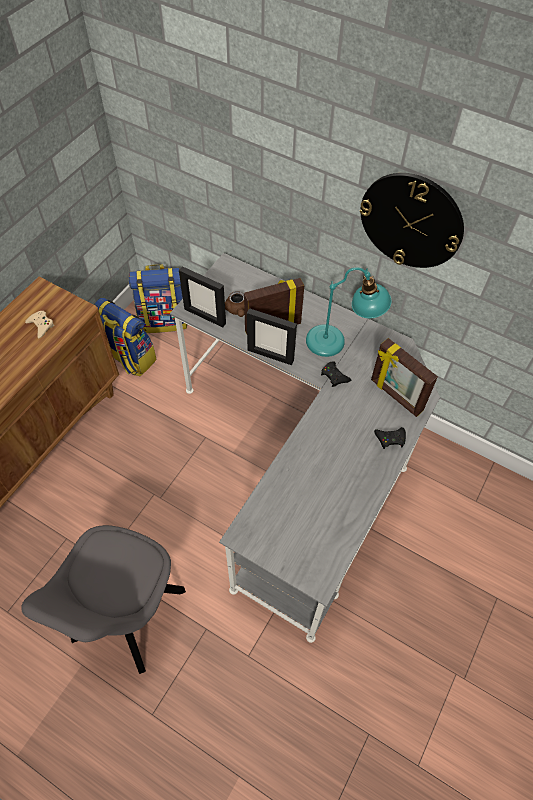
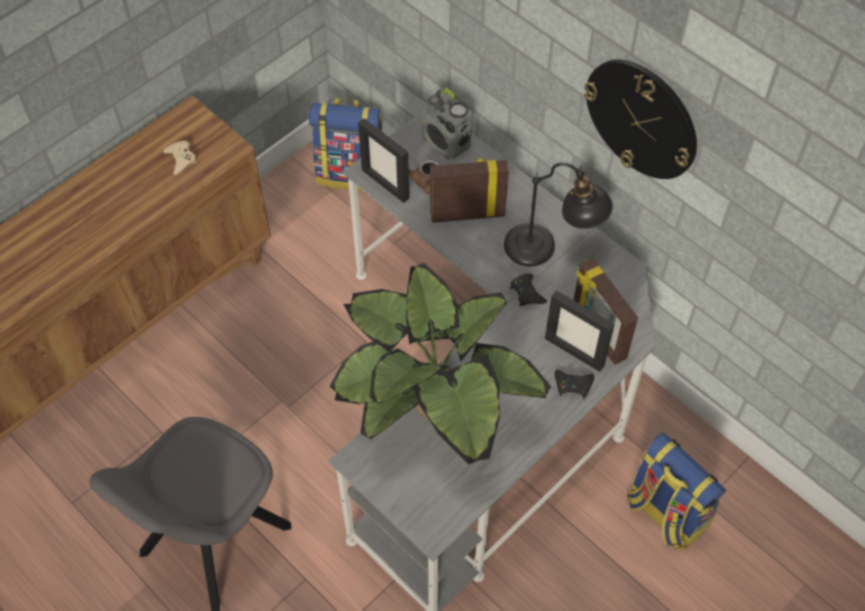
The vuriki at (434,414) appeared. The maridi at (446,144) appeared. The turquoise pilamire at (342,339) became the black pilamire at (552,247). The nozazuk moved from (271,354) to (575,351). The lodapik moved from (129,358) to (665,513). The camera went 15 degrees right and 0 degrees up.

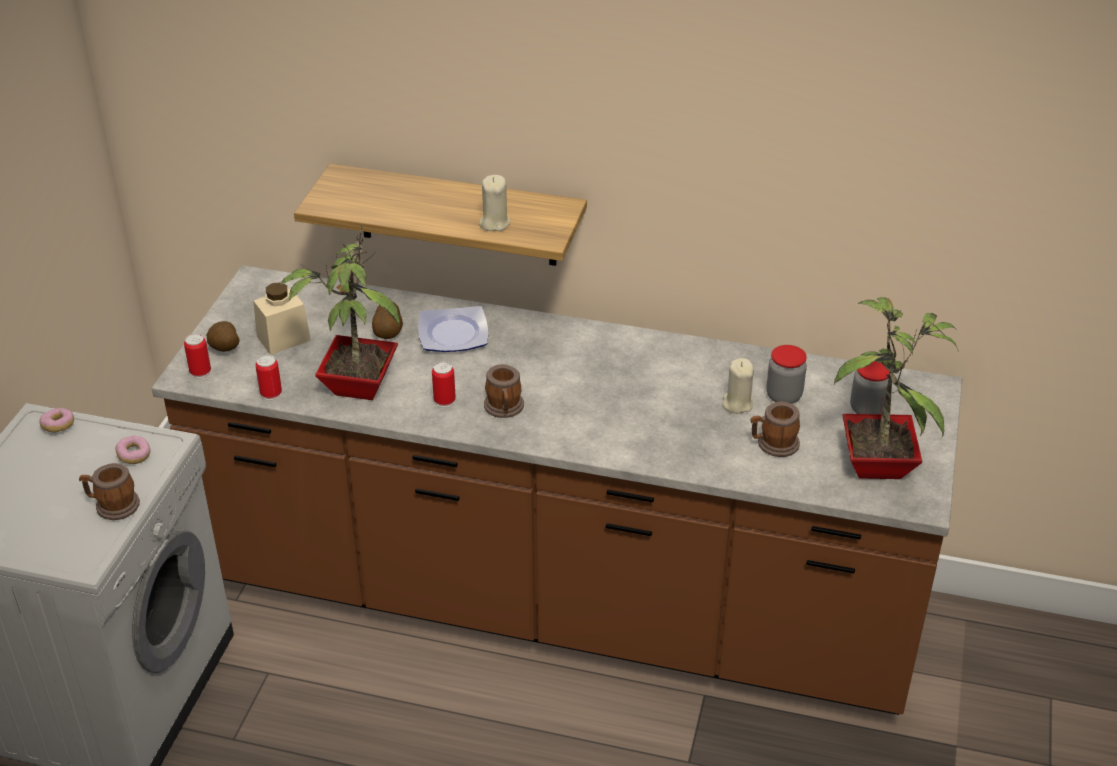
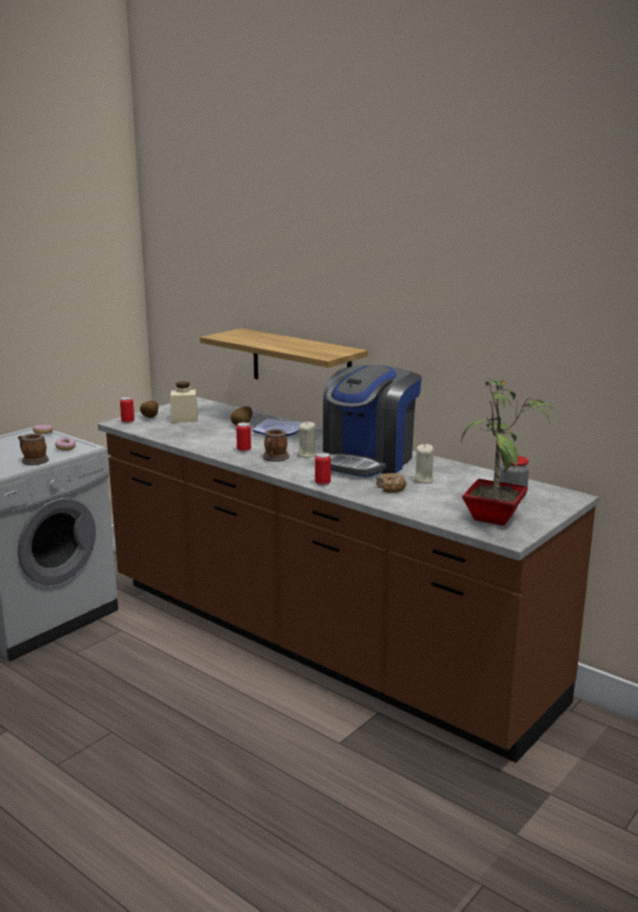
The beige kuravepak moved from (494,223) to (307,455). The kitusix moved from (271,393) to (322,483). The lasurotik at (368,460) appeared. The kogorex at (391,488) appeared. The vuriki at (356,386) disappeared. The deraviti at (773,444) disappeared. The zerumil at (783,396) disappeared. The camera went 25 degrees right and 20 degrees down.

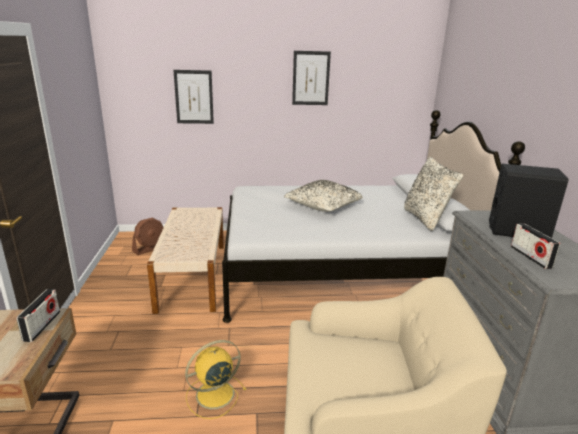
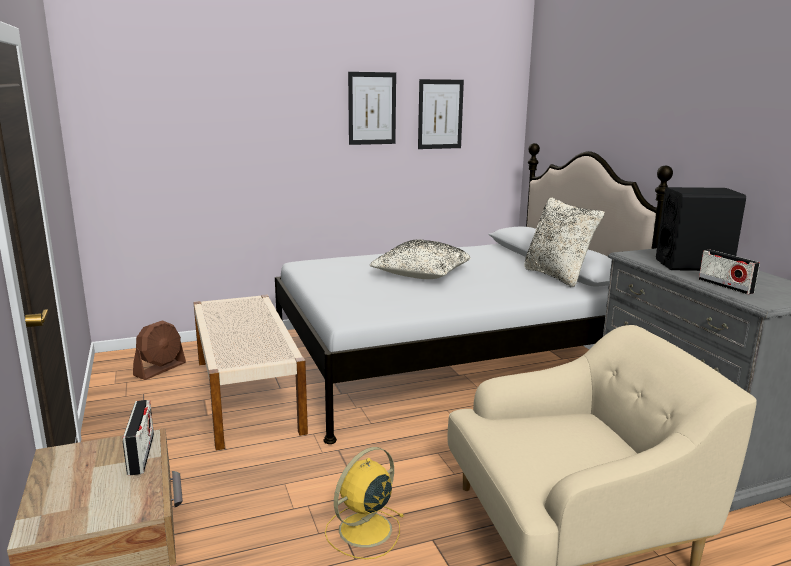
The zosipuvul moved from (194,97) to (440,114). The camera went 15 degrees left and 5 degrees down.

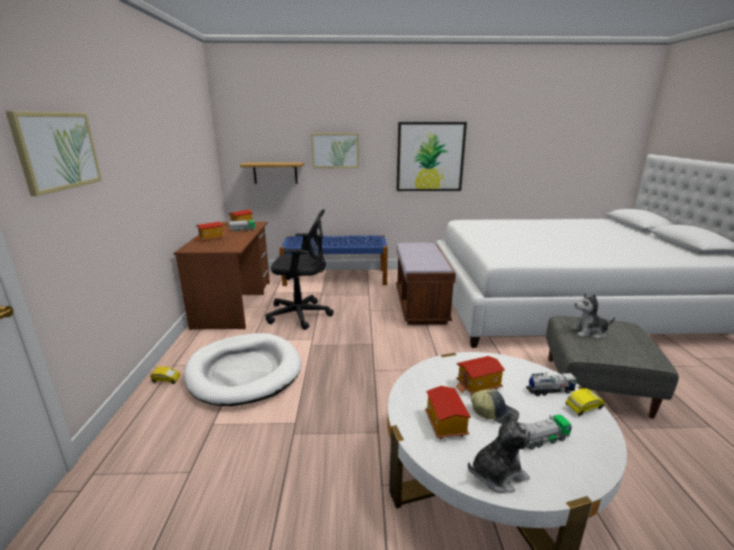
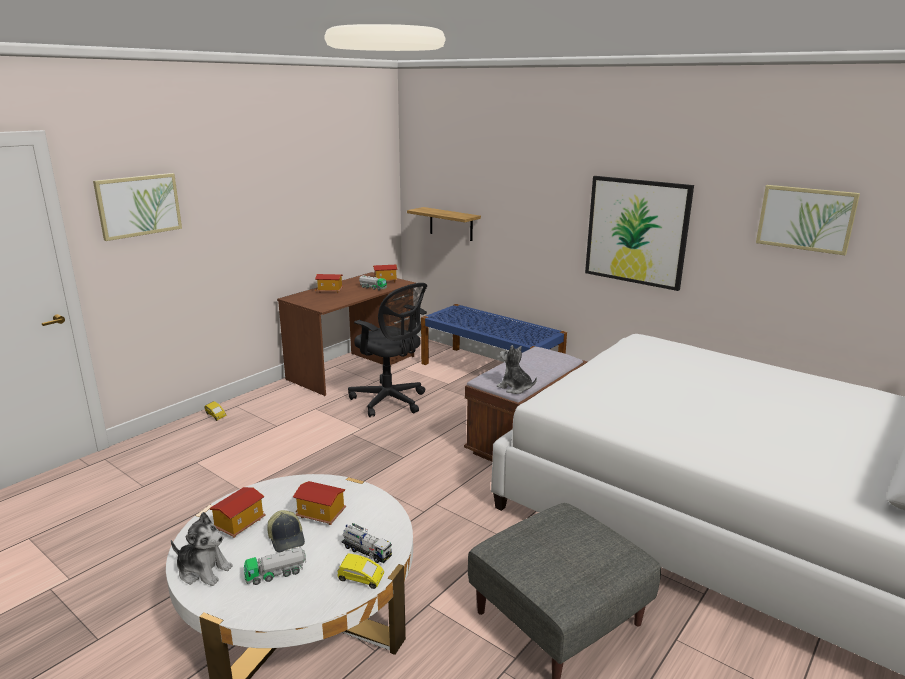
The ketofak at (541,440) turned 135 degrees clockwise. The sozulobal moved from (589,332) to (515,388). The zosipuvul moved from (335,150) to (805,219). The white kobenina at (244,372) disappeared. The camera went 40 degrees right and 0 degrees up.

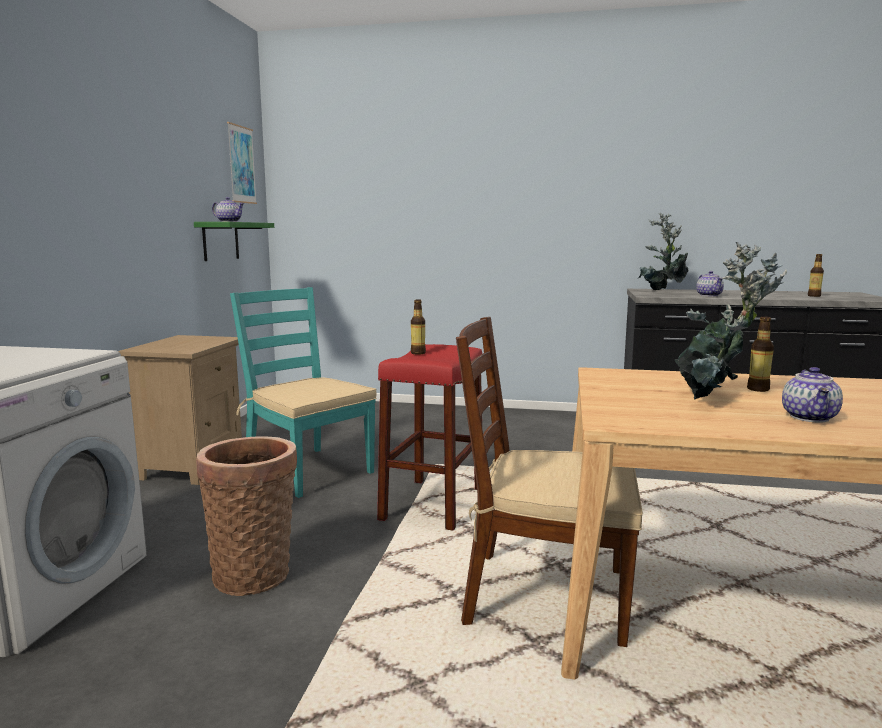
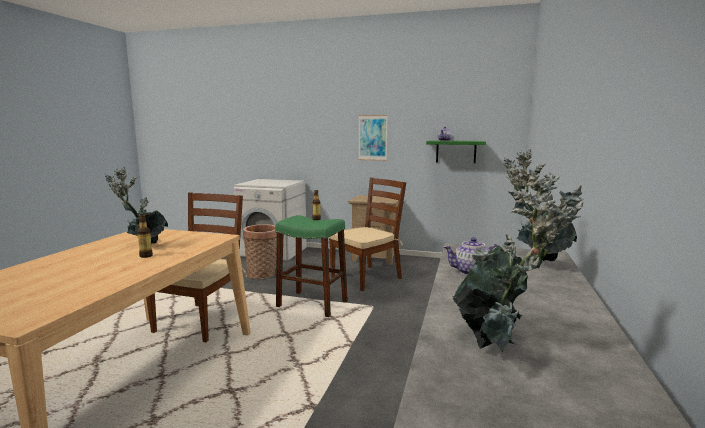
The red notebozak at (433,503) became the green notebozak at (312,304). The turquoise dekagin at (308,471) became the brown dekagin at (366,277). The zosipuvul moved from (241,164) to (372,138). The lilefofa at (814,296) was replaced by the vuriki at (500,346). The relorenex at (811,418) disappeared. The camera went 95 degrees right and 0 degrees up.

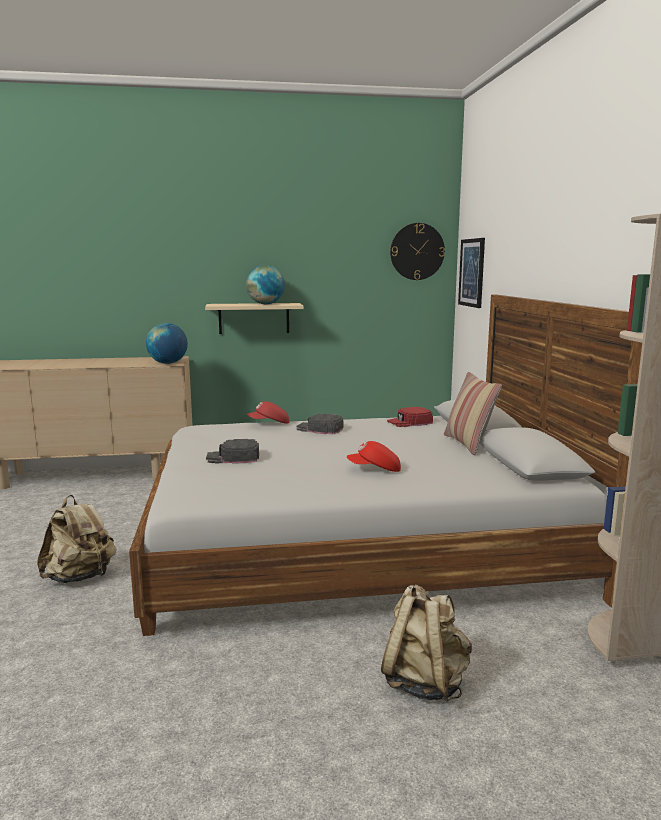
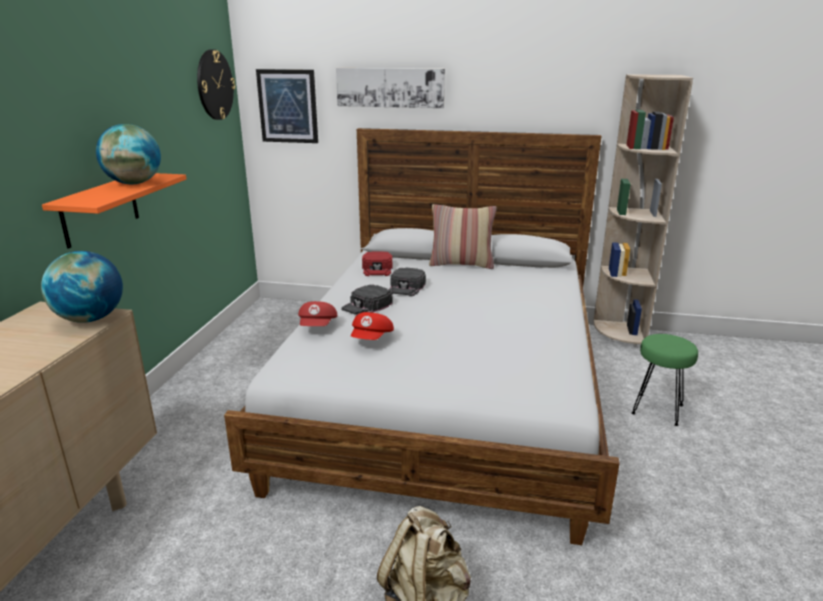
The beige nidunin at (254,318) became the orange nidunin at (100,209). The zosipuvul at (390,87) appeared. The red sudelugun moved from (375,470) to (372,339). The black sudelugun moved from (233,457) to (407,287). The beige lodapik at (425,682) was replaced by the green notebozak at (657,410). The camera went 70 degrees left and 10 degrees up.

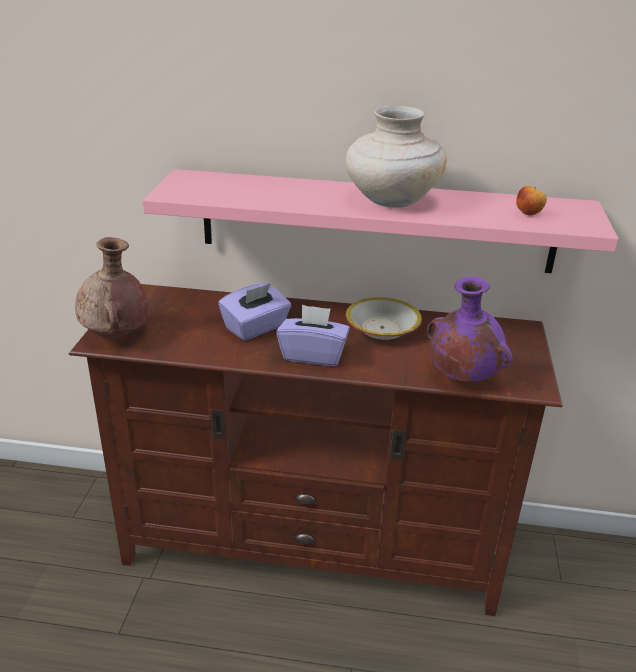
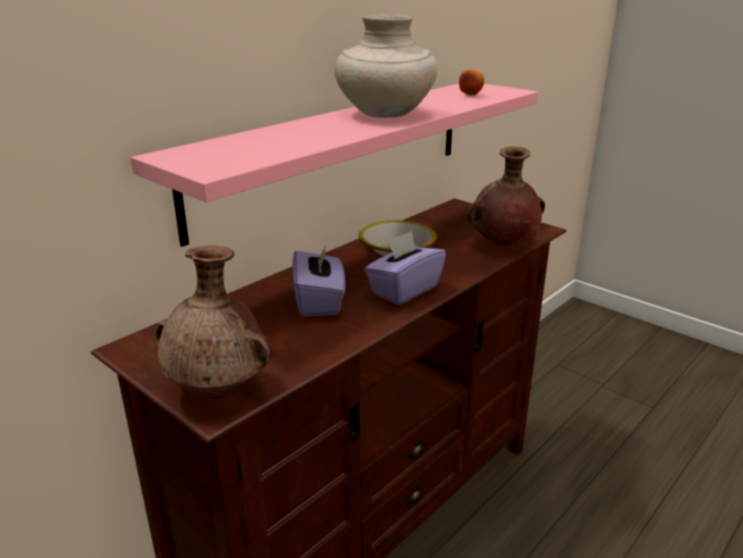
The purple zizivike at (462,377) became the brown zizivike at (502,246). The camera went 55 degrees left and 5 degrees down.

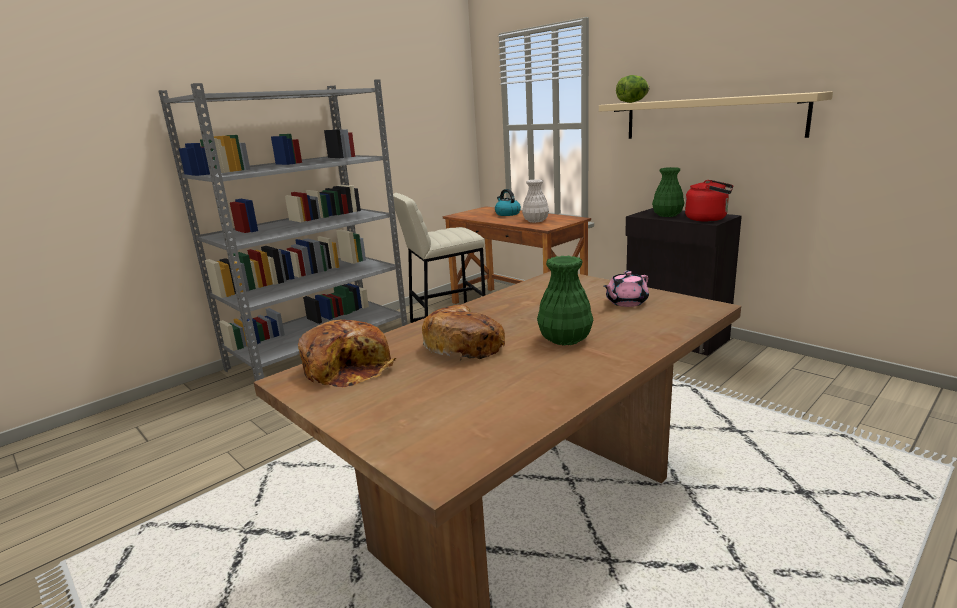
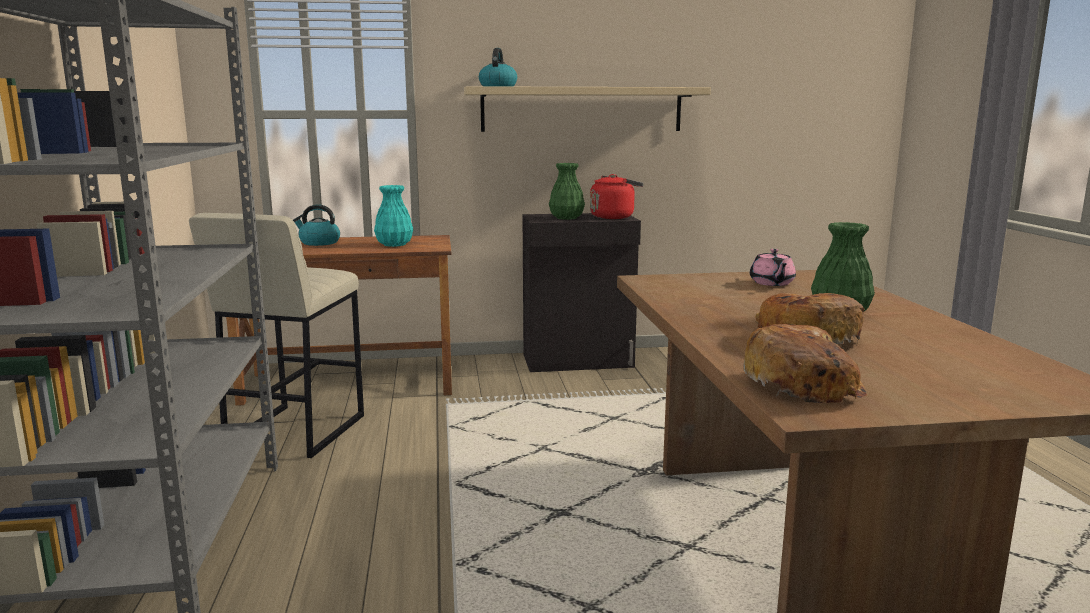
The white zizivike at (535,221) became the turquoise zizivike at (394,244). The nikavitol at (632,102) was replaced by the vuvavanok at (498,86). The camera went 55 degrees left and 5 degrees down.

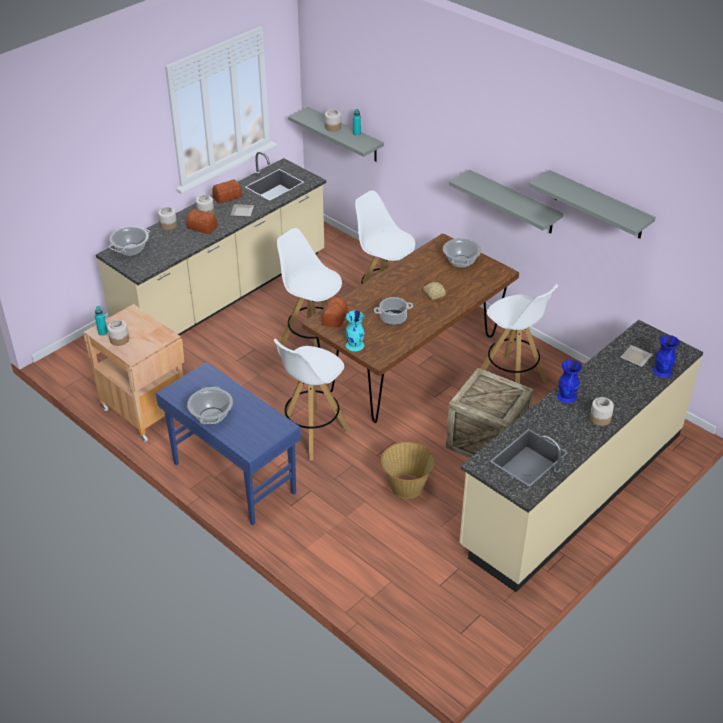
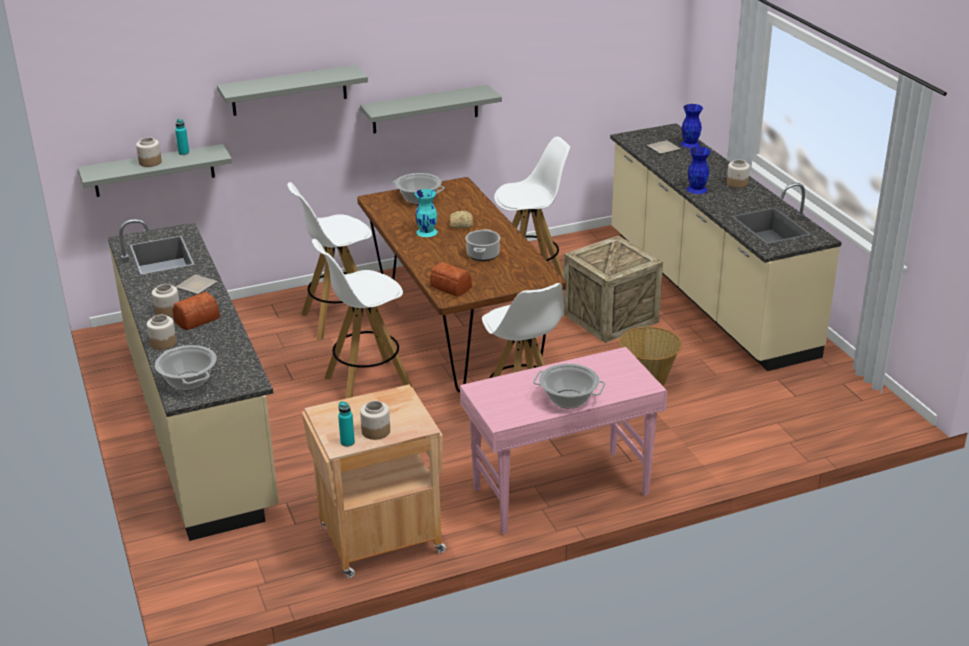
The grey nidunin moved from (598,205) to (289,90). The turquoise zizivike moved from (355,345) to (427,232). The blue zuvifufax at (233,478) became the pink zuvifufax at (560,492). The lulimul at (228,196) disappeared. The camera went 65 degrees left and 10 degrees down.

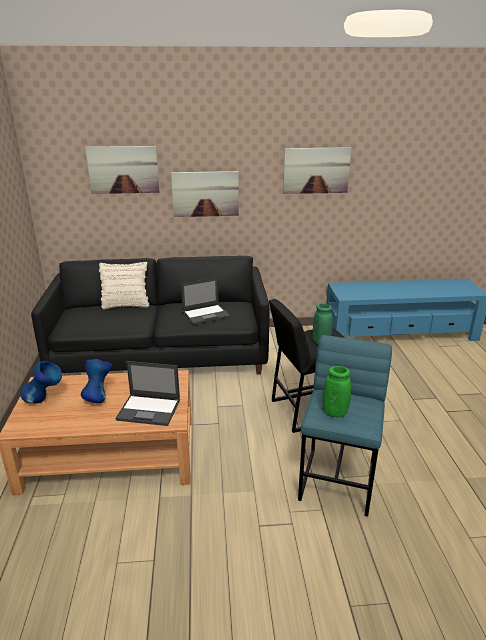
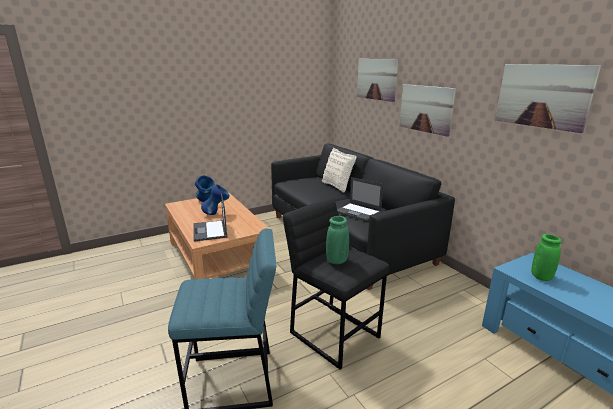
The green zizivike moved from (335,412) to (541,277). The camera went 65 degrees right and 5 degrees down.

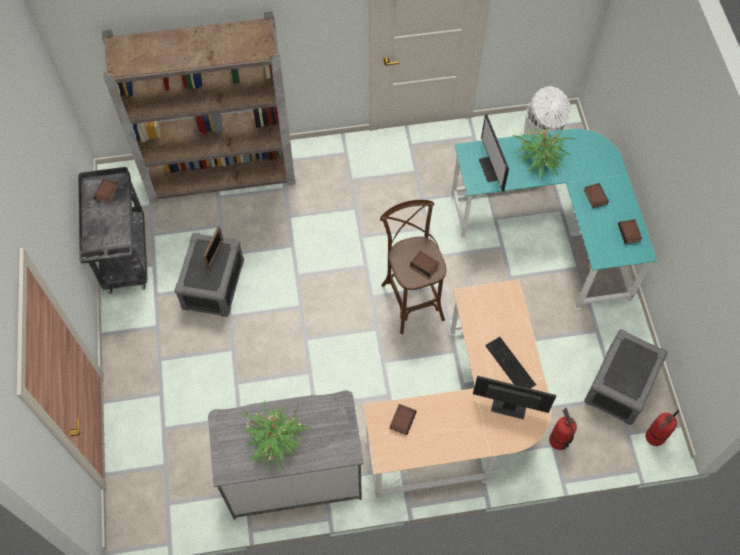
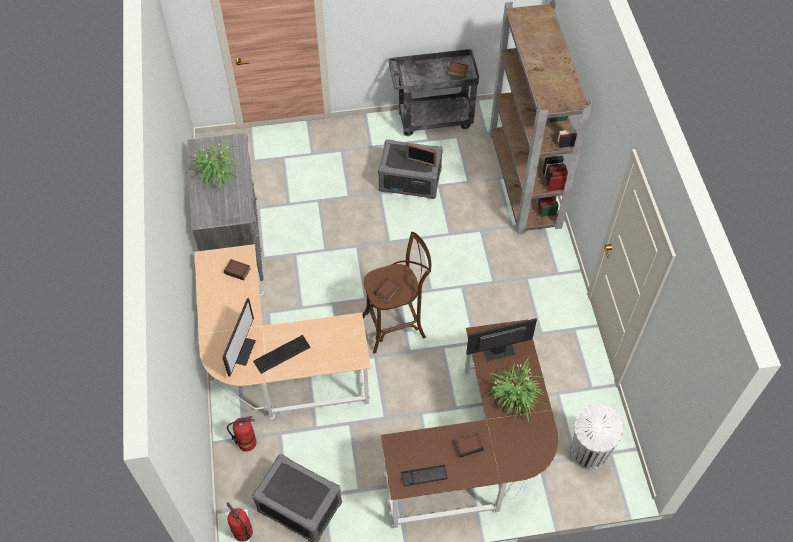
The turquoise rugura at (550,229) became the brown rugura at (478,455). The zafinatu at (630,233) was replaced by the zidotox at (424,476). The camera went 90 degrees right and 5 degrees down.

